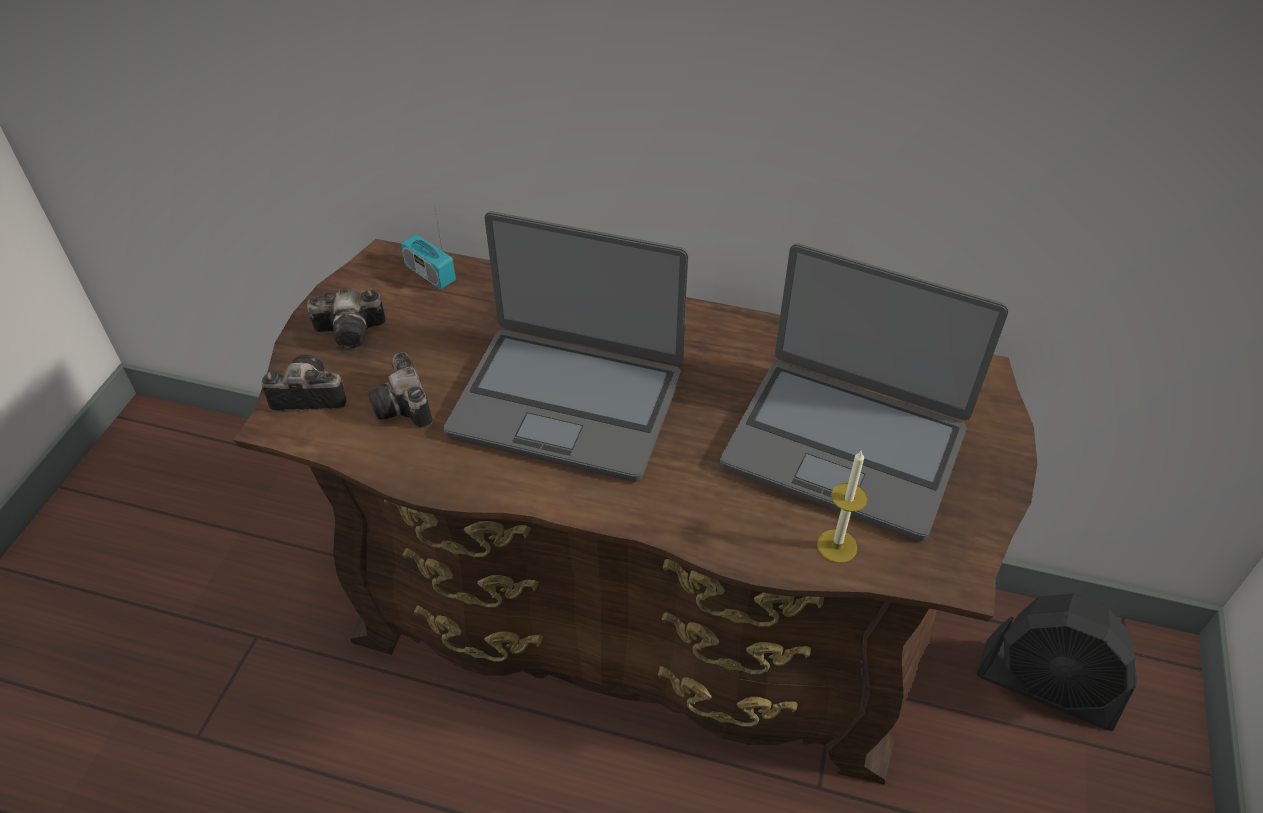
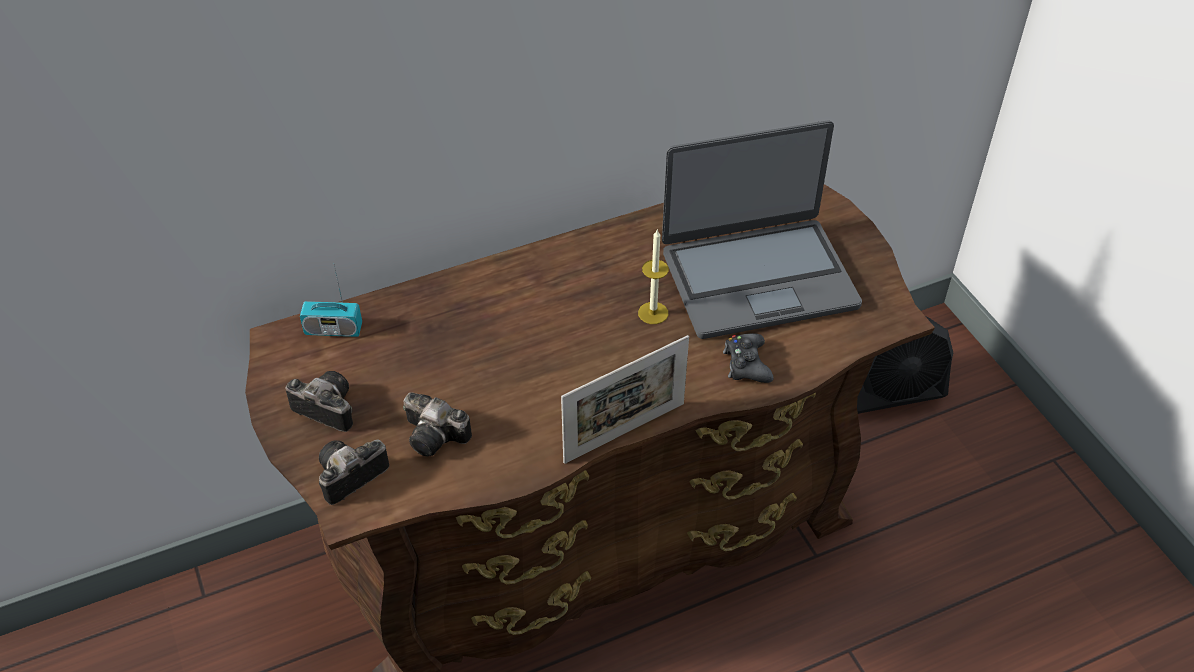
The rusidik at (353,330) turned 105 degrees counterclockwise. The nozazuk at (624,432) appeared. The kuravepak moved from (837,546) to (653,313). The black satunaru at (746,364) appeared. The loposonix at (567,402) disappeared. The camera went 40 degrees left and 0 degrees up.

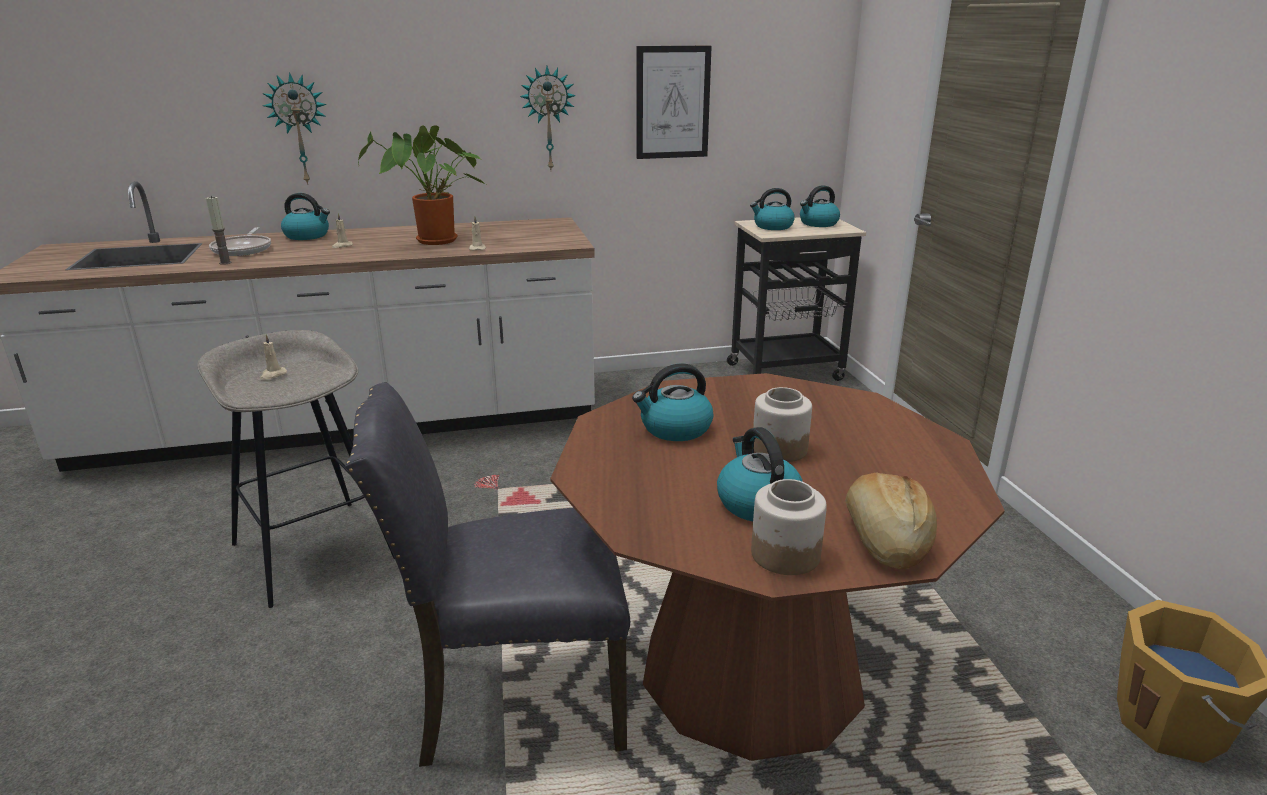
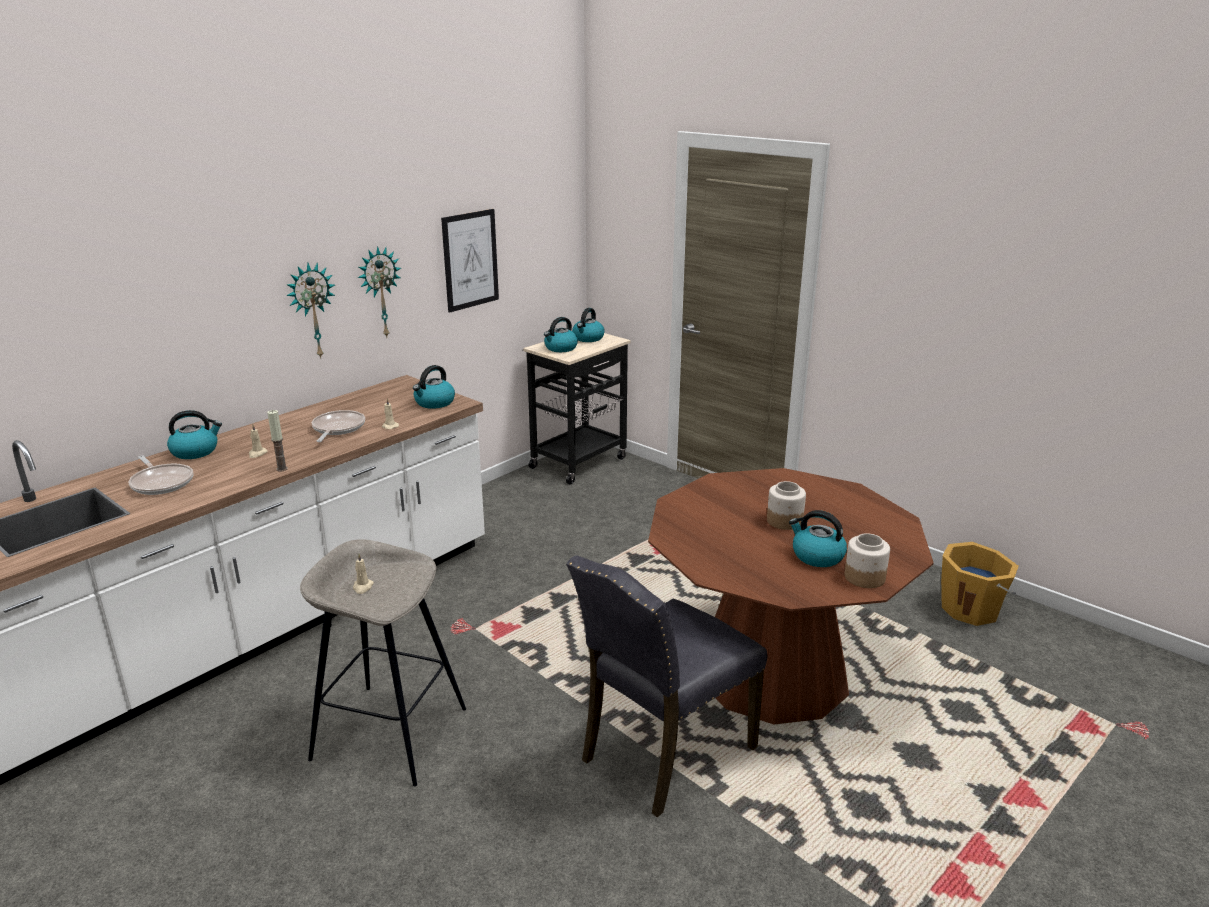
The kuravepak moved from (225,263) to (282,469). The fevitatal moved from (299,129) to (311,310). The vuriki at (434,242) was replaced by the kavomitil at (337,428). The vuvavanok moved from (675,429) to (434,403). The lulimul at (884,539) disappeared. The camera went 35 degrees left and 0 degrees up.

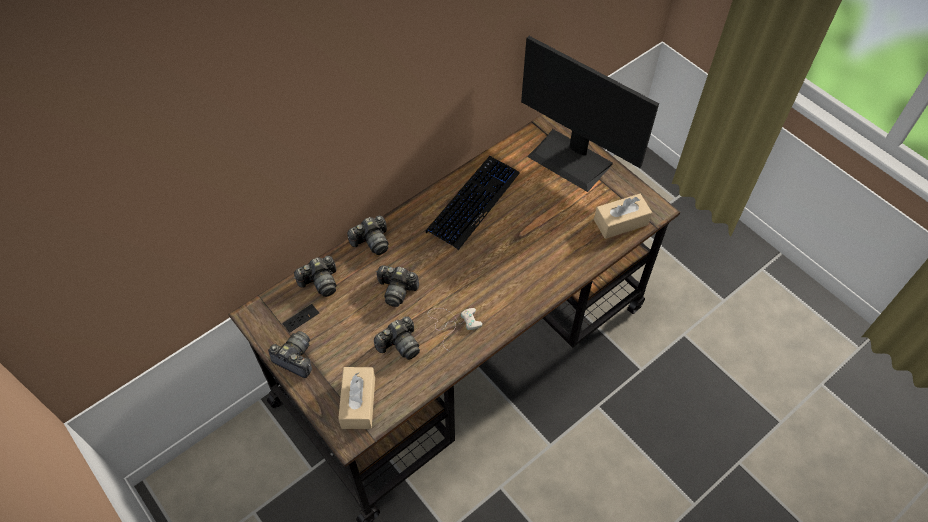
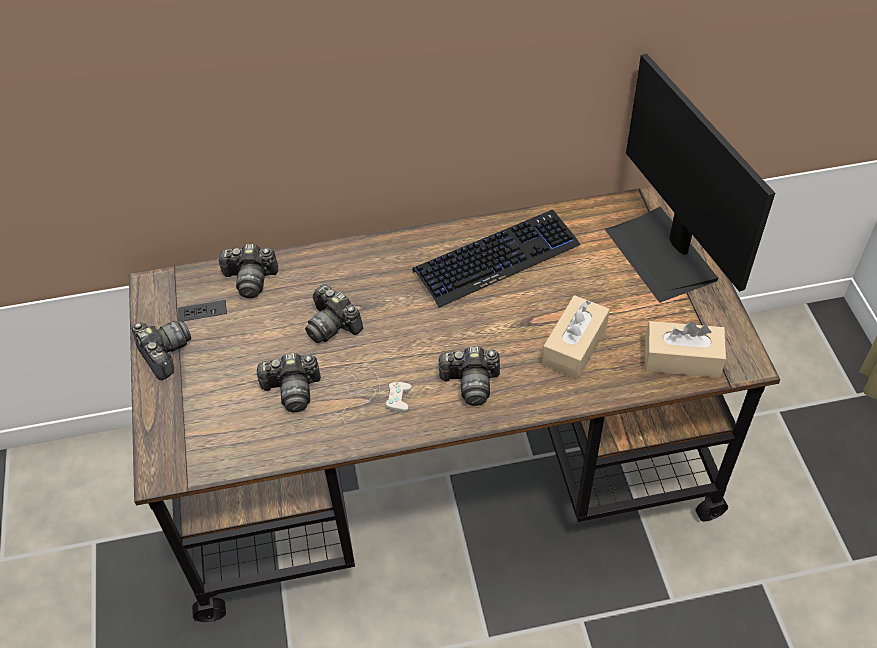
The rusidik moved from (371,242) to (470,383). The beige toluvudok moved from (358,402) to (574,346). The camera went 30 degrees right and 5 degrees down.

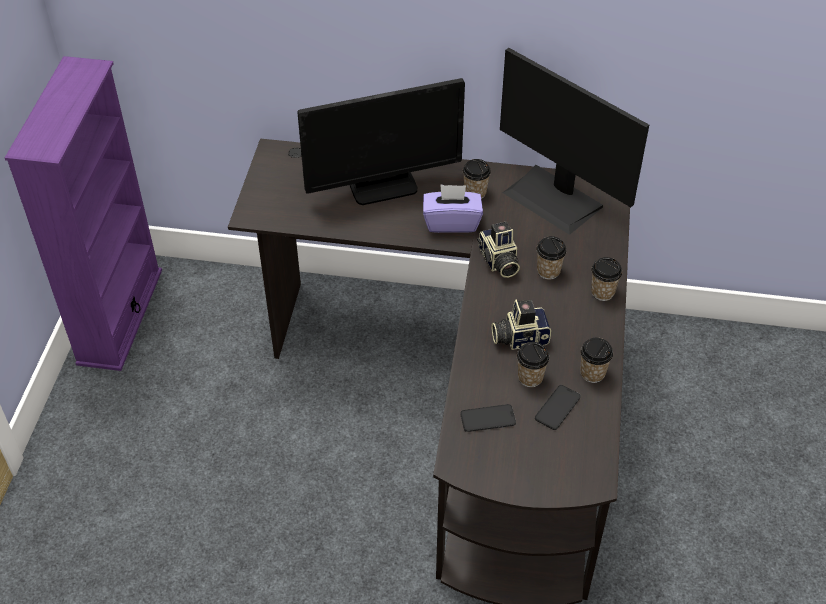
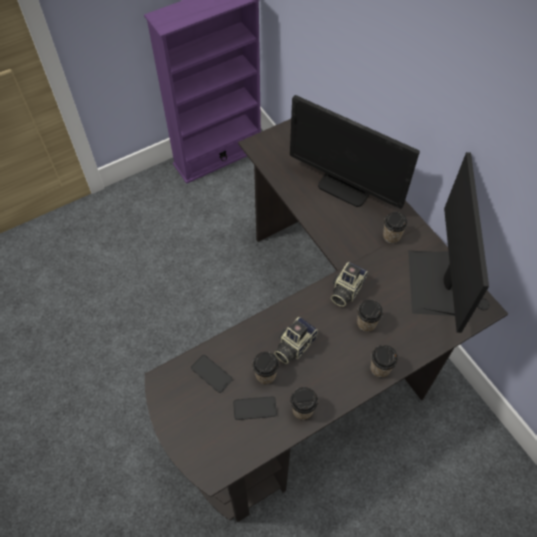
The rusidik at (519,337) turned 90 degrees counterclockwise. The purple toluvudok at (451,222) disappeared. The camera went 50 degrees right and 10 degrees up.

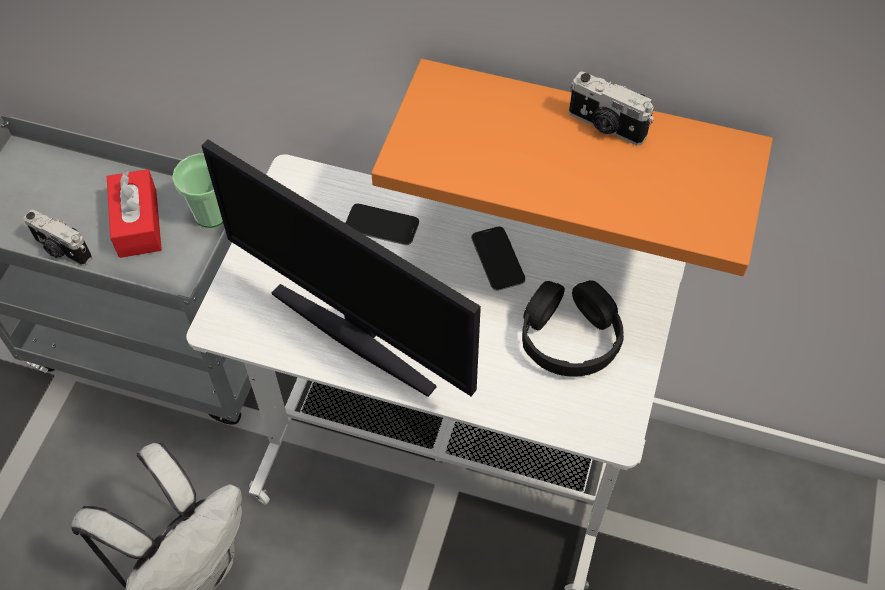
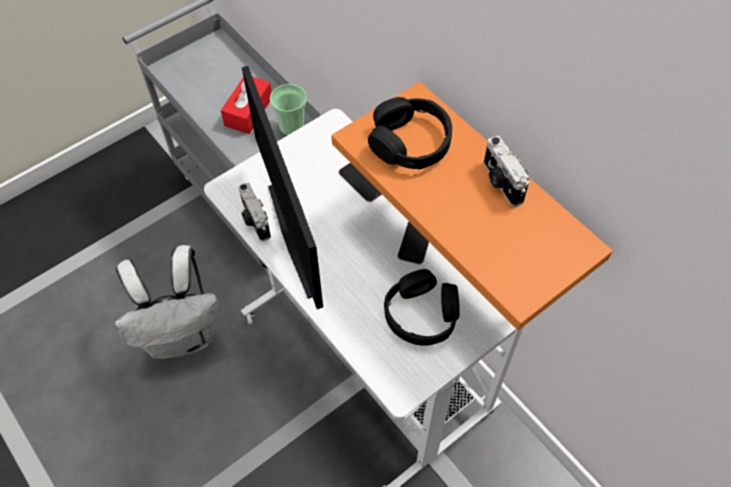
The rusidik moved from (62,250) to (254,221). The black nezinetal at (410,142) appeared. The camera went 35 degrees right and 0 degrees up.

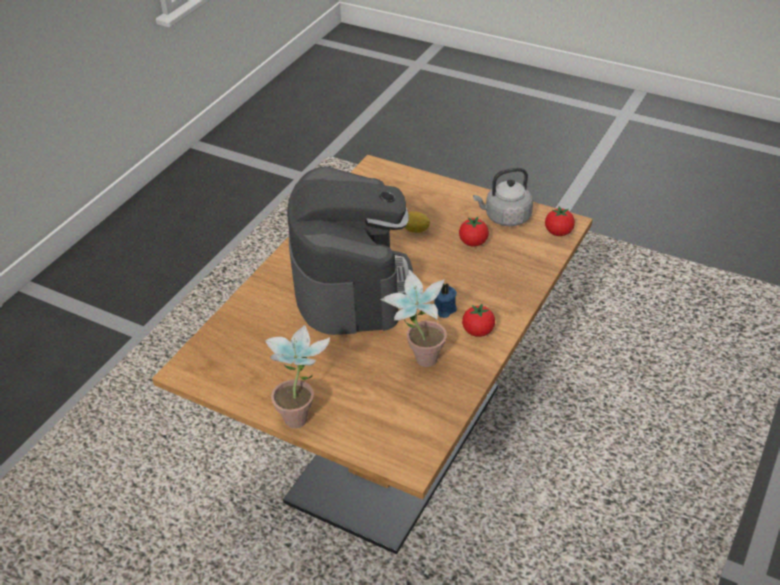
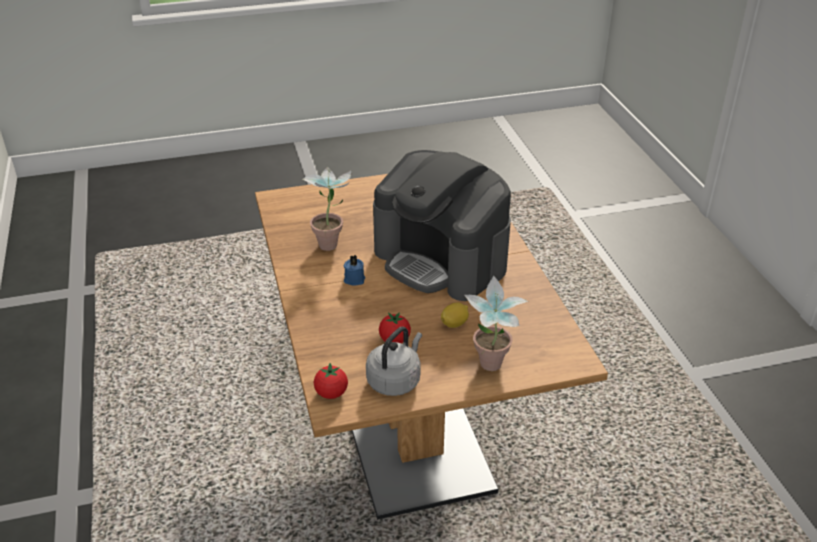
The vuriki moved from (303,414) to (491,369). The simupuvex at (478,331) disappeared. The camera went 135 degrees right and 5 degrees down.

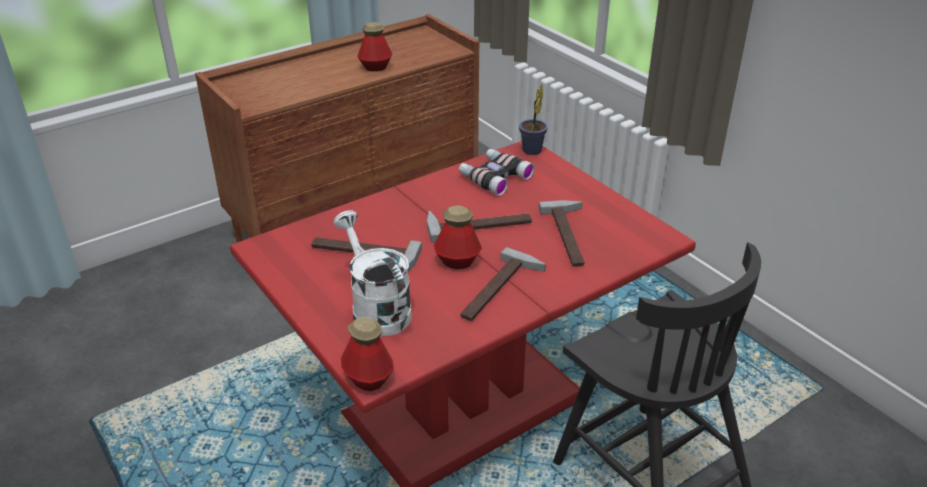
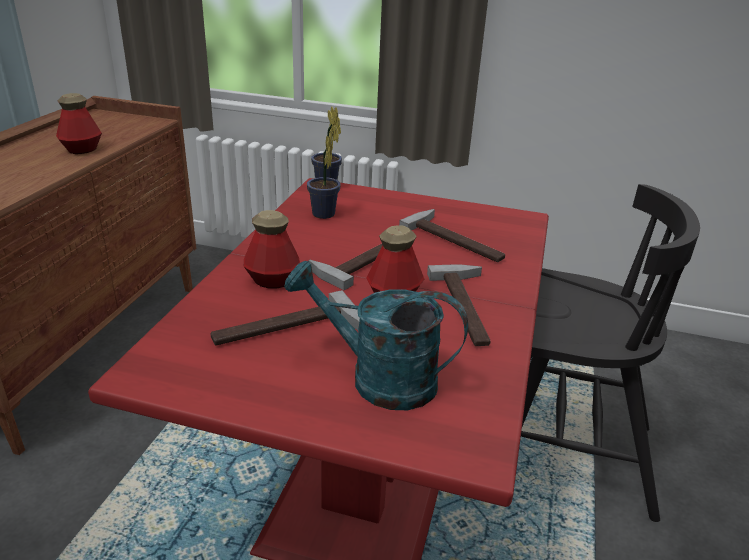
The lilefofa moved from (368,379) to (272,280). The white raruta at (376,308) became the turquoise raruta at (378,378). The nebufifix at (494,177) was replaced by the vuriki at (323,215). The camera went 40 degrees left and 5 degrees down.

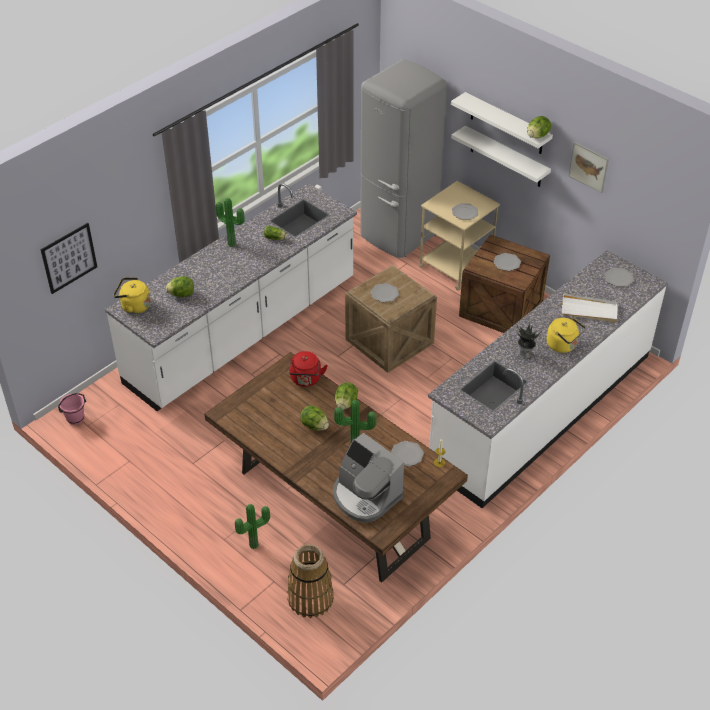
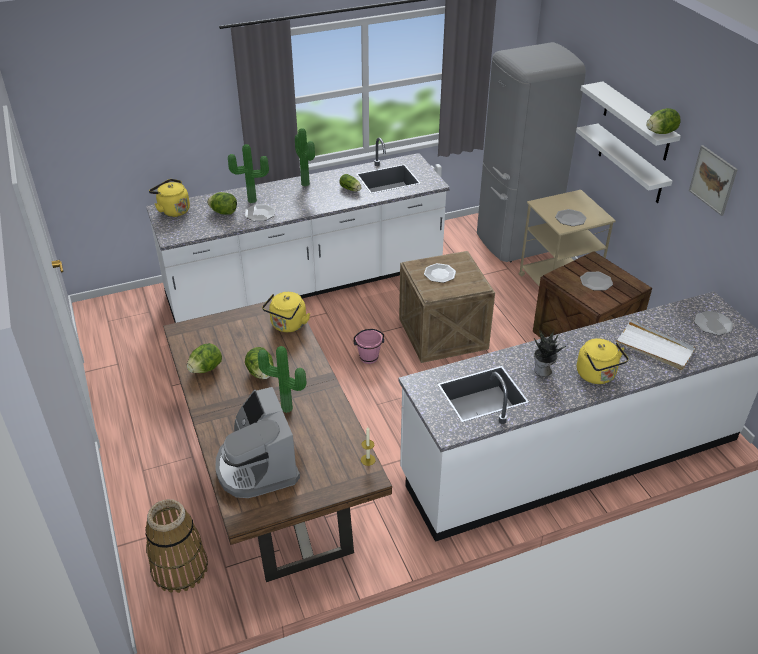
The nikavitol moved from (346,403) to (206,368). The vuriki moved from (255,546) to (252,201). The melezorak moved from (407,454) to (260,213). The red vuvavanok at (306,380) became the yellow vuvavanok at (287,325). The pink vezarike moved from (75,418) to (369,357). The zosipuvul at (69,258) disappeared. The camera went 25 degrees right and 5 degrees down.

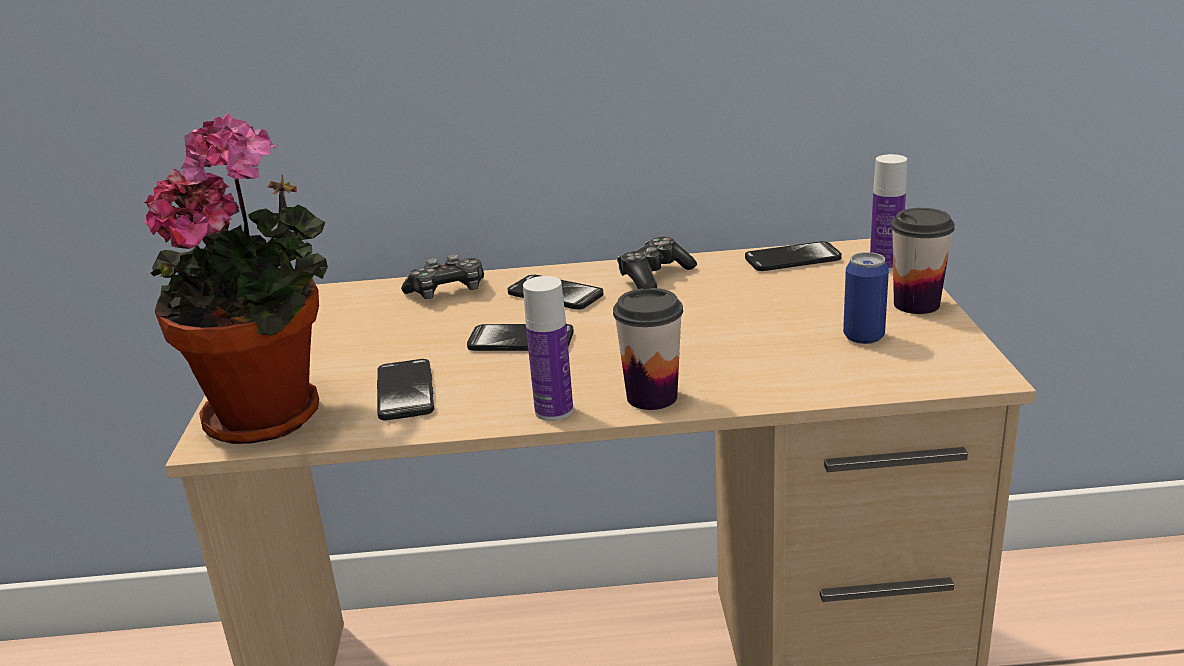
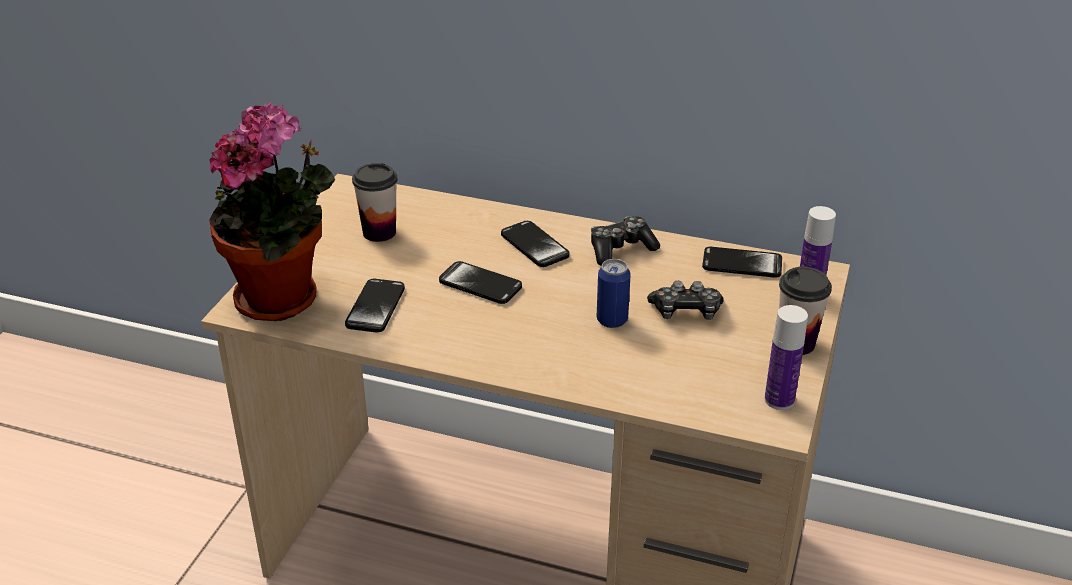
The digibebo moved from (652,397) to (379,232). The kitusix moved from (863,336) to (612,320). The satunaru moved from (447,292) to (686,311). The lilefofa moved from (554,411) to (779,400). The camera went 20 degrees right and 10 degrees up.

